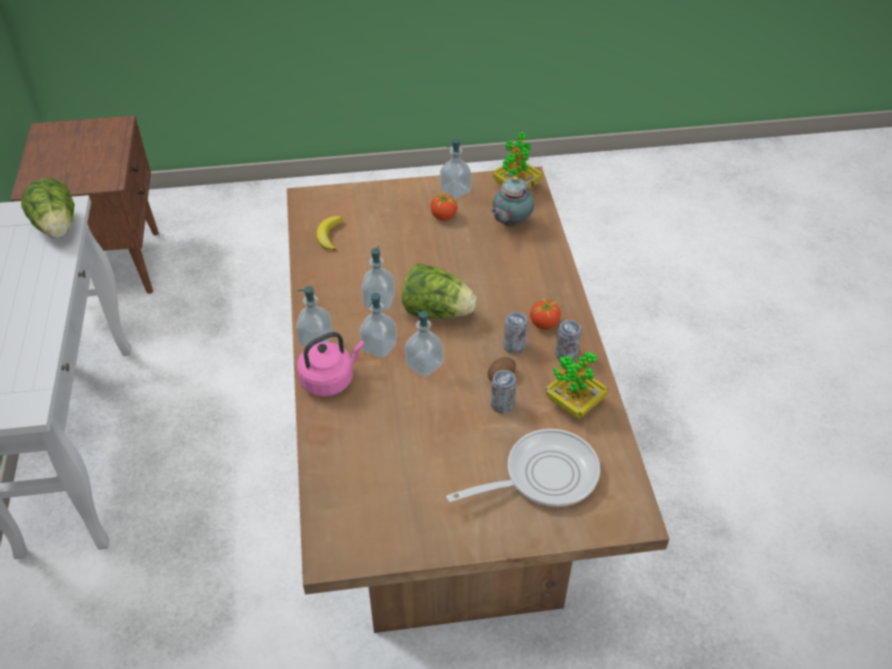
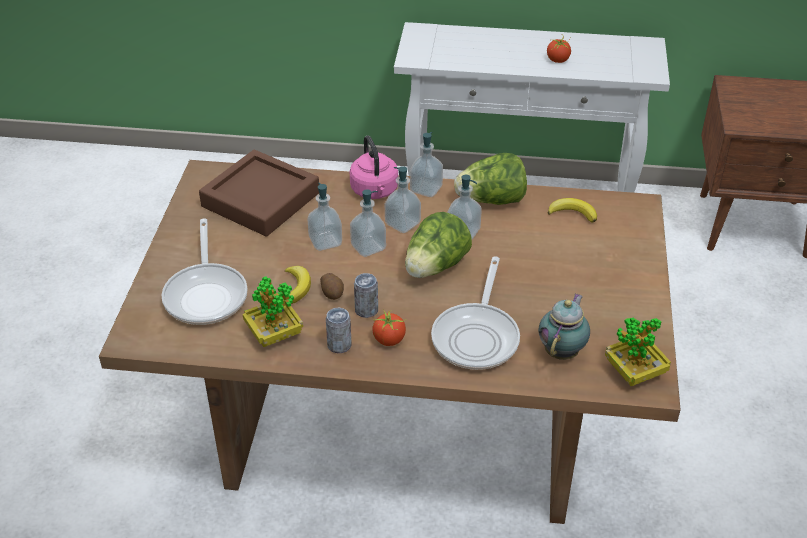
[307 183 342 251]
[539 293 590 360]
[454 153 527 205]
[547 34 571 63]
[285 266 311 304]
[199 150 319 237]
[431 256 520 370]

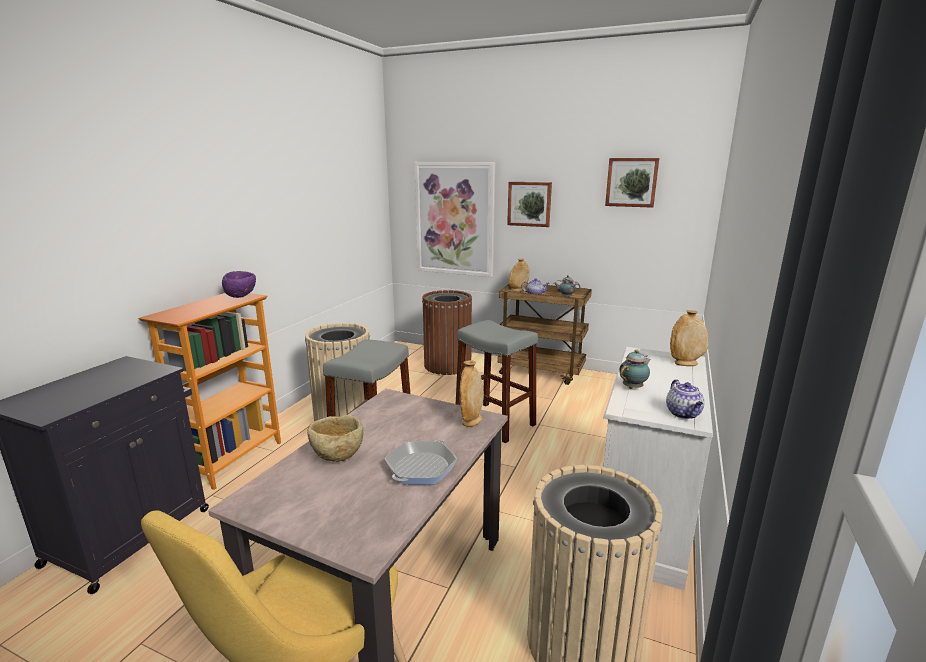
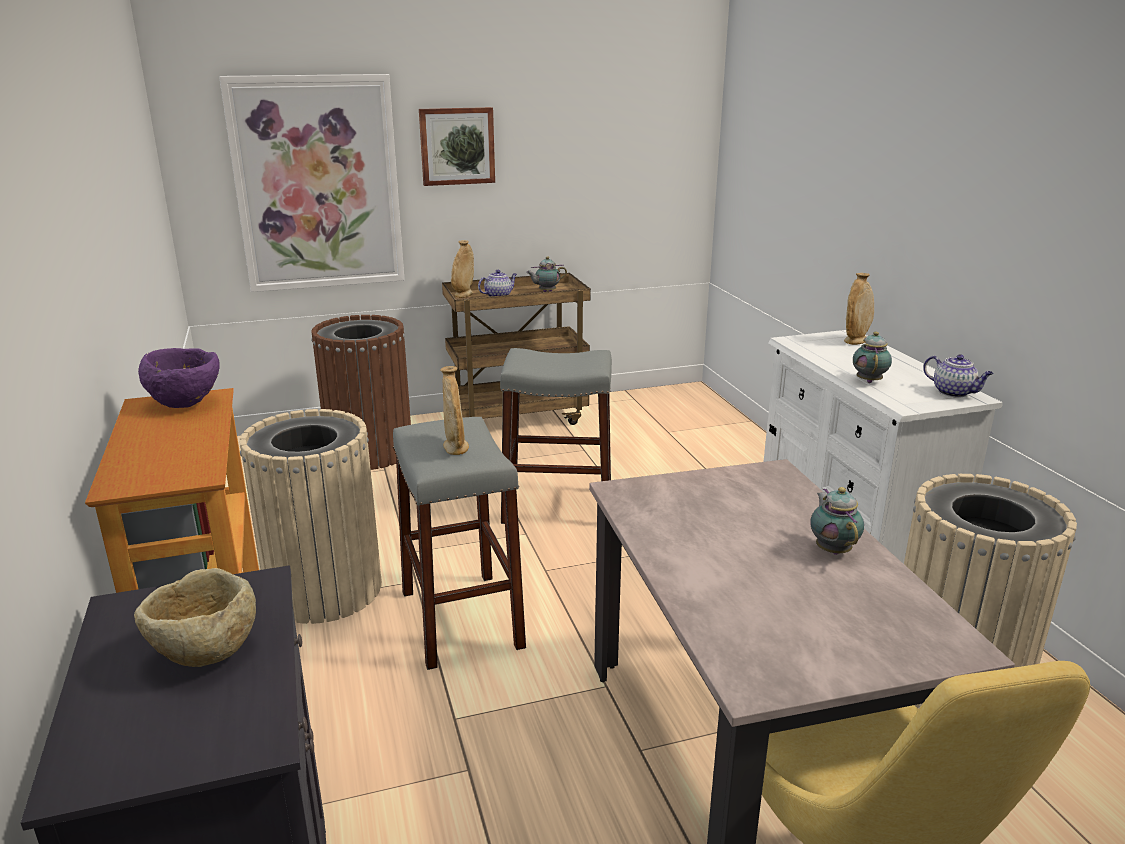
[605 158 659 208] (first image)
[440 366 469 455]
[134 568 256 667]
[810 487 864 555]

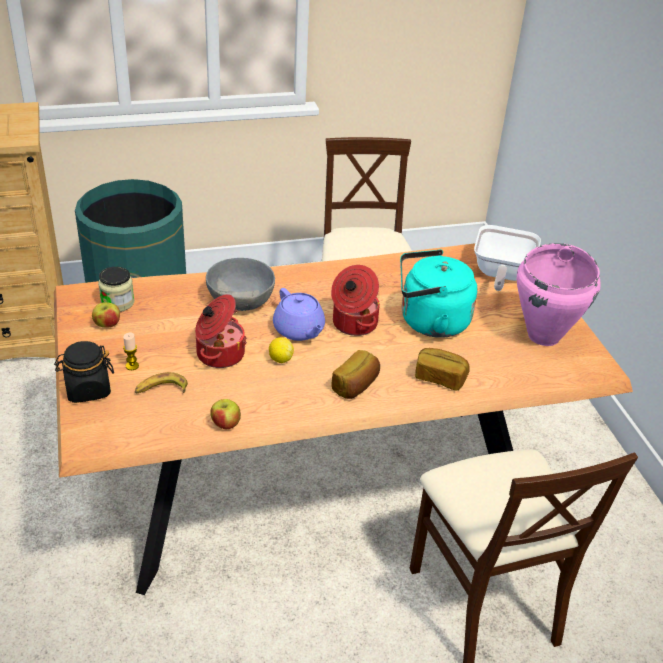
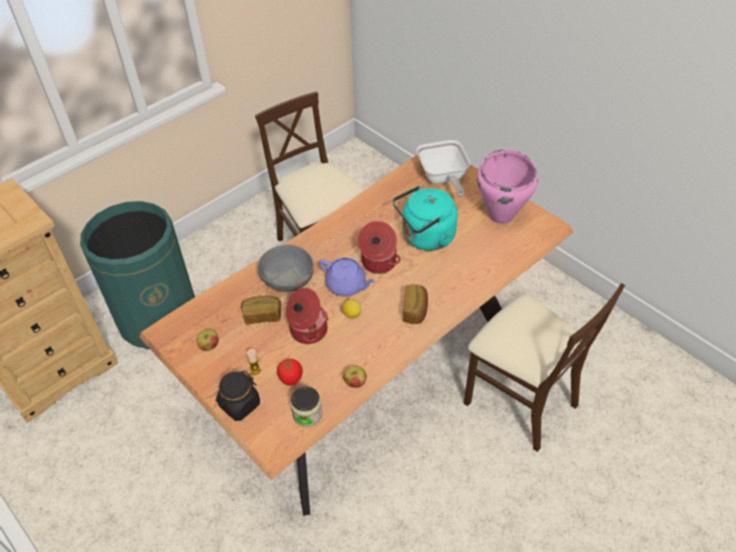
[290 387 322 427]
[241 296 281 325]
[277 359 303 386]

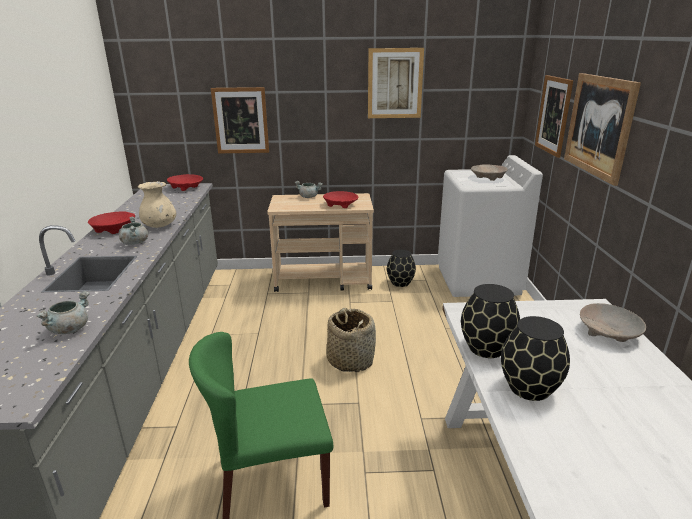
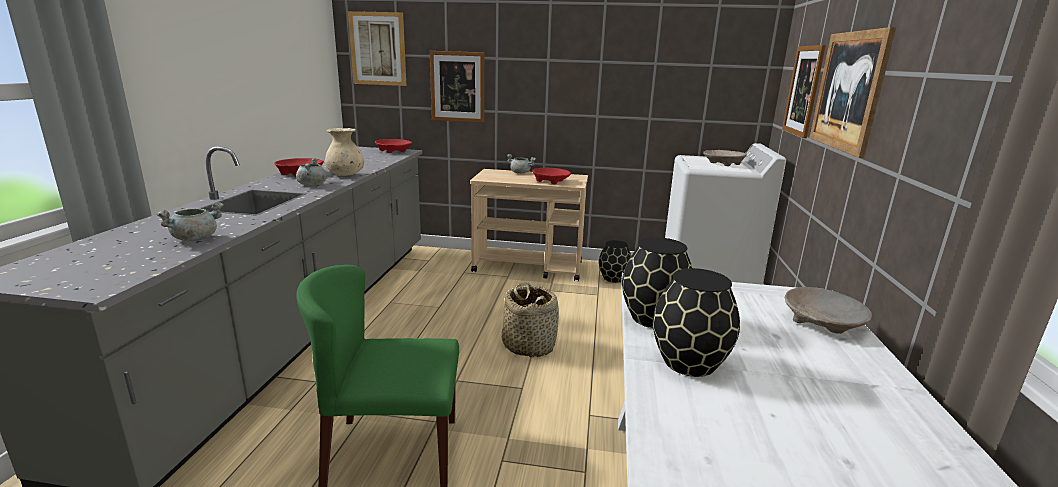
[348 11 406 86]

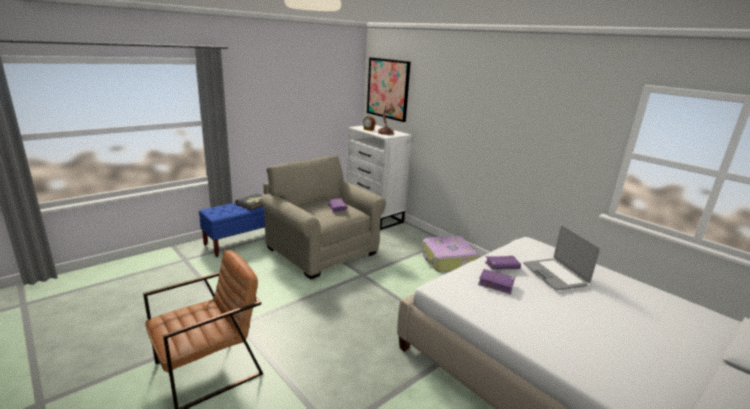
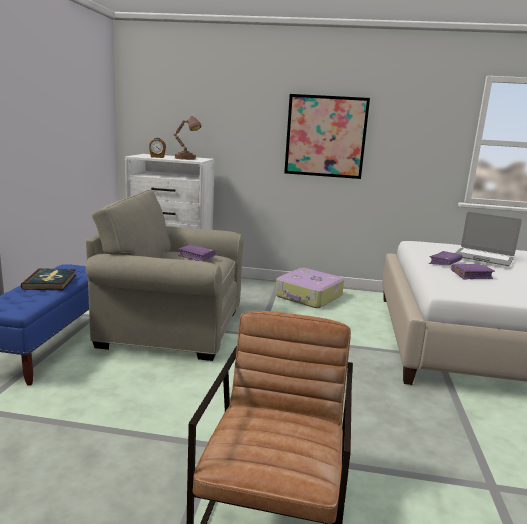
[284 94 370 179]

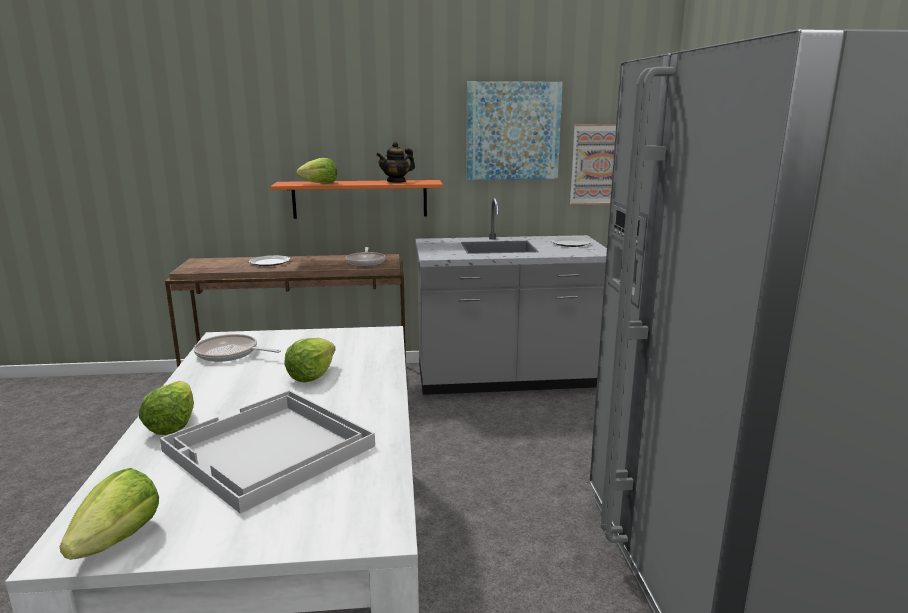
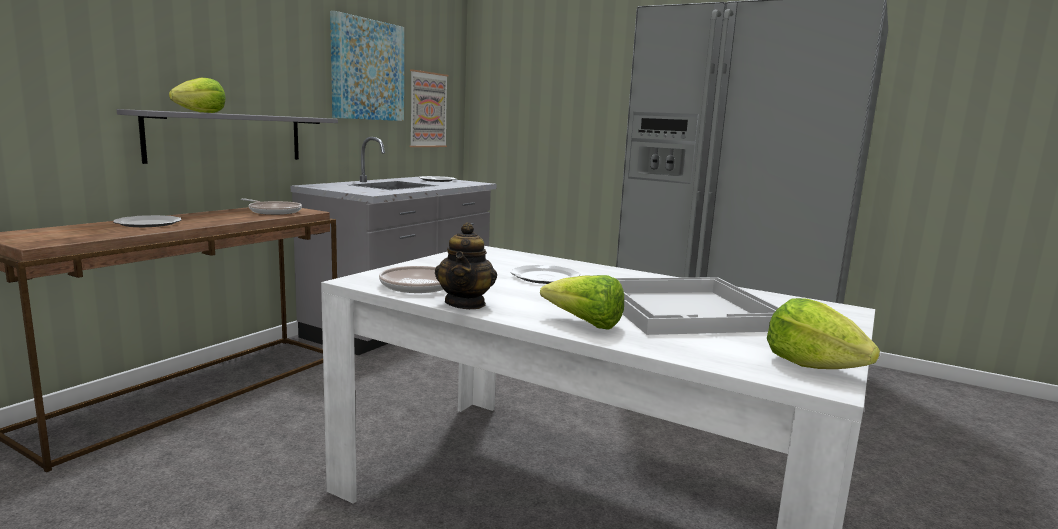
[435 222 497 309]
[117 109 338 164]
[511 265 581 284]

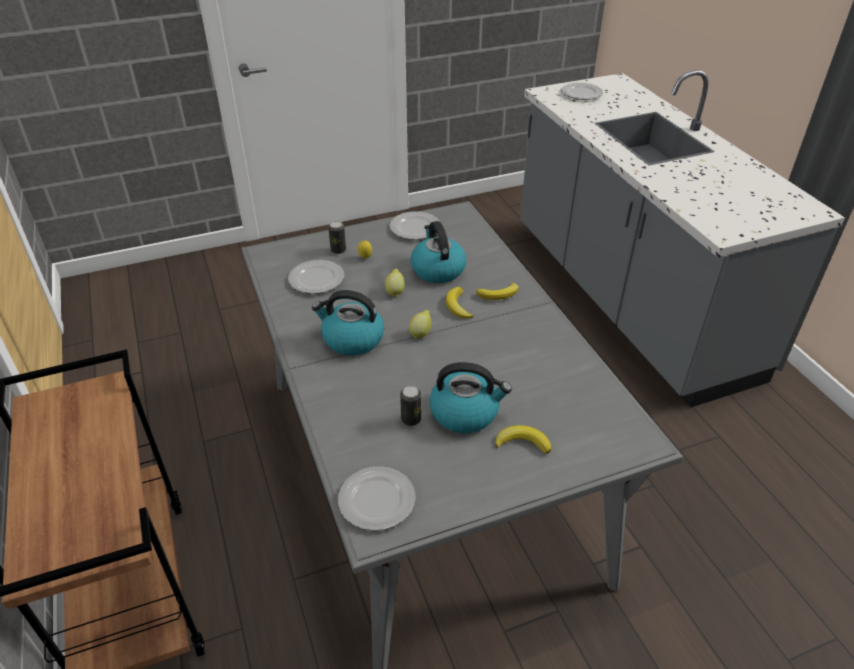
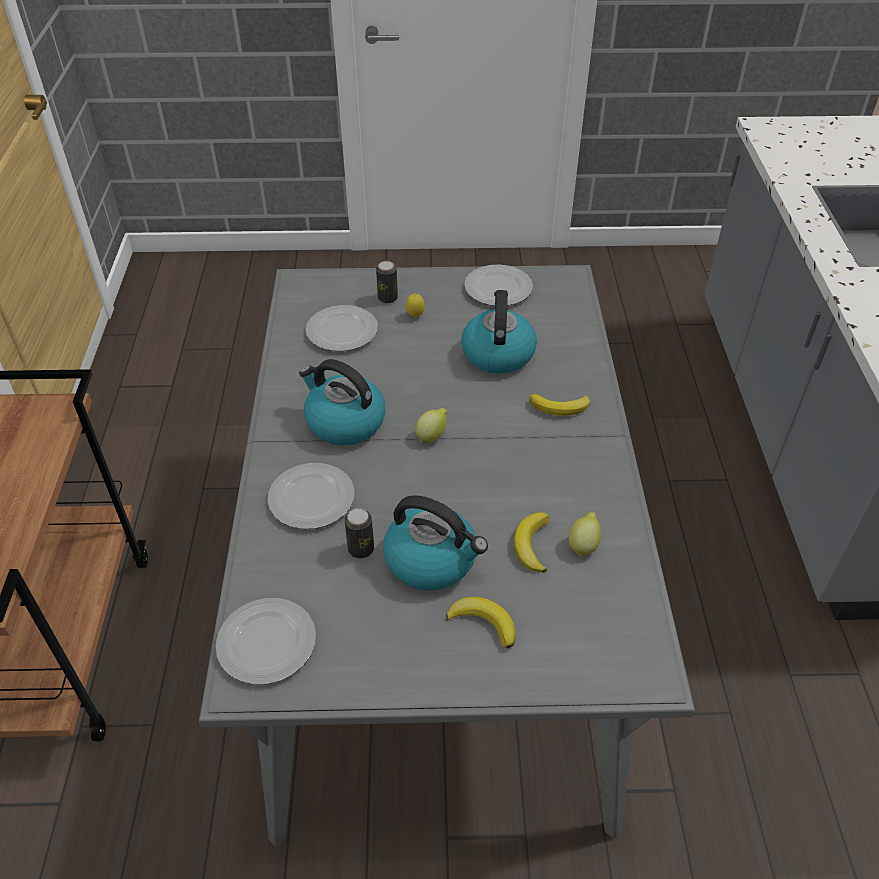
[267 463 354 529]
[569 512 601 558]
[514 512 550 573]

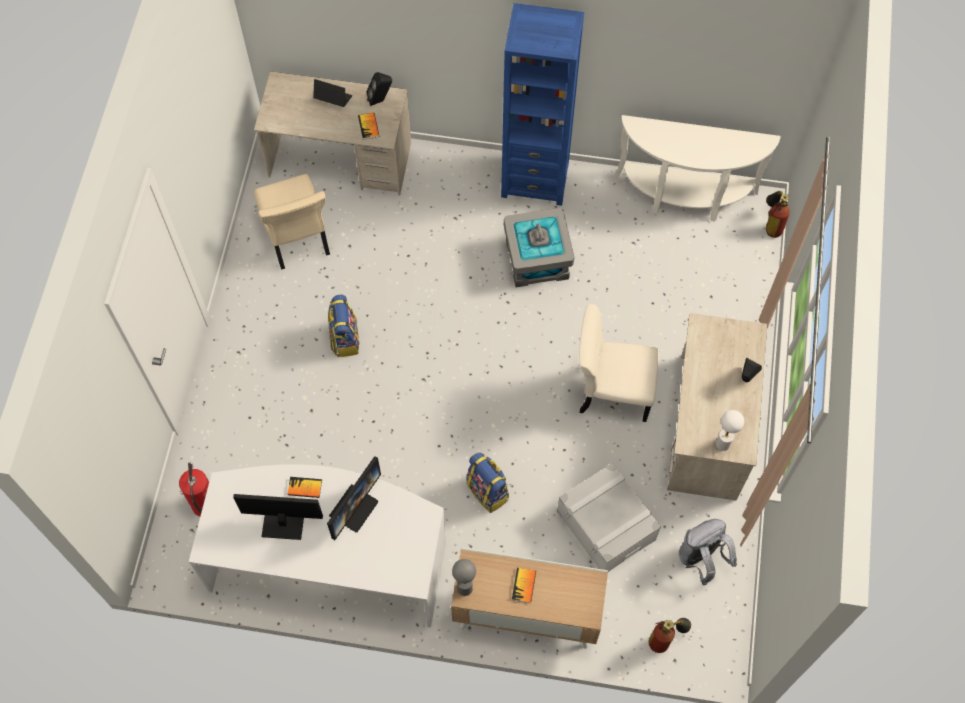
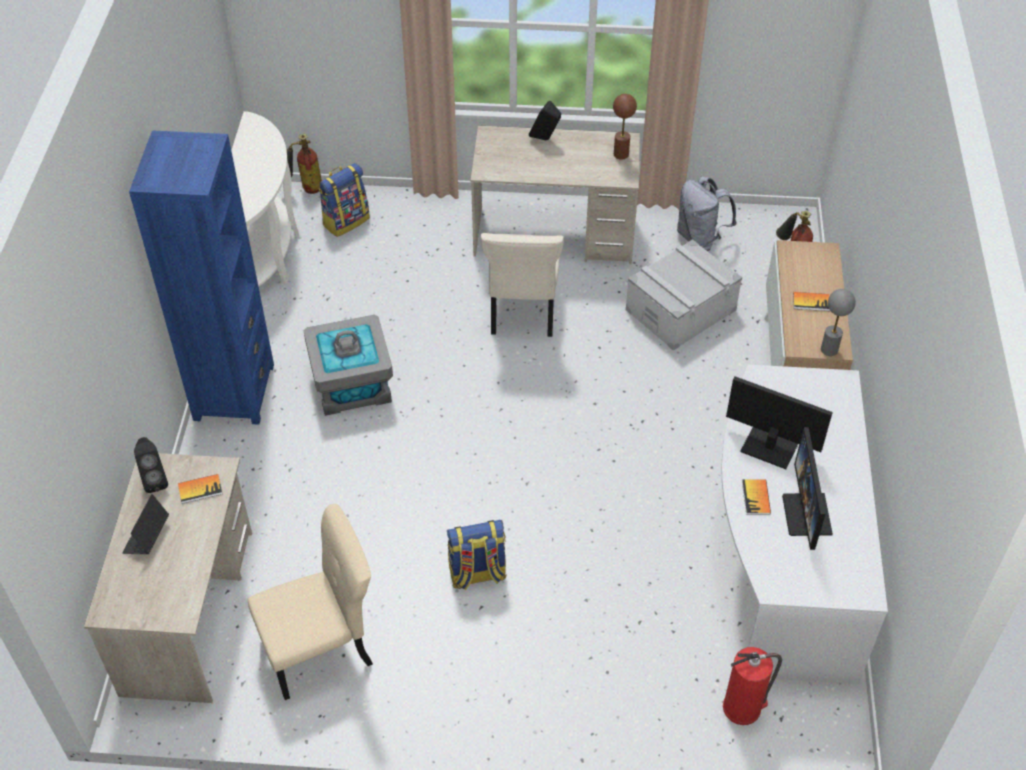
[613 94 637 160]
[319 163 370 237]

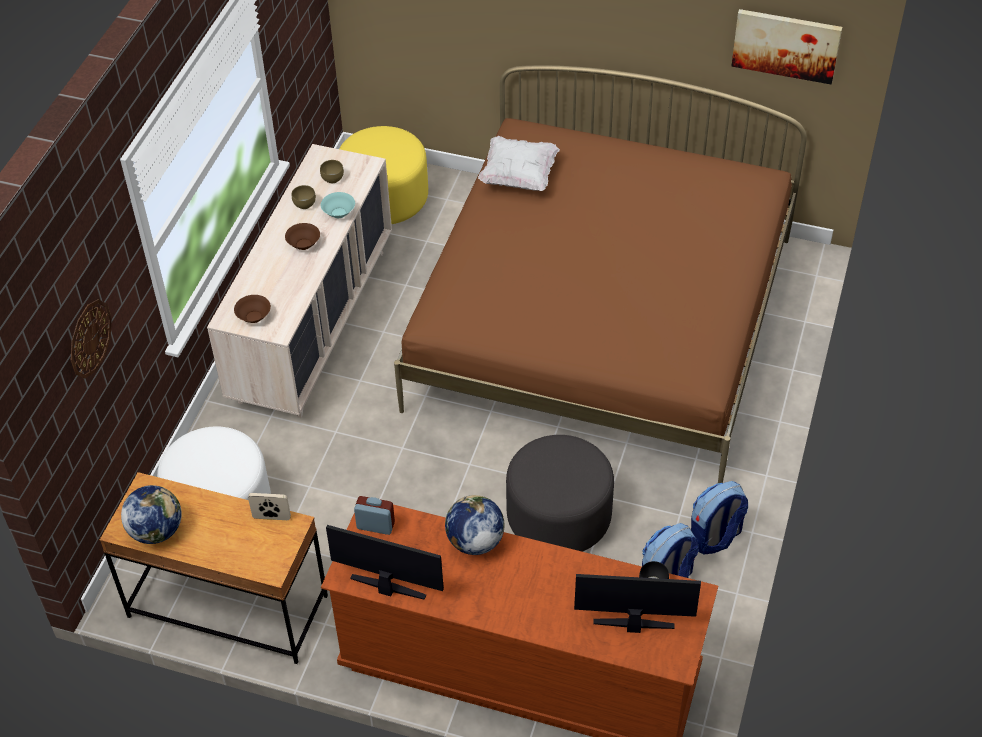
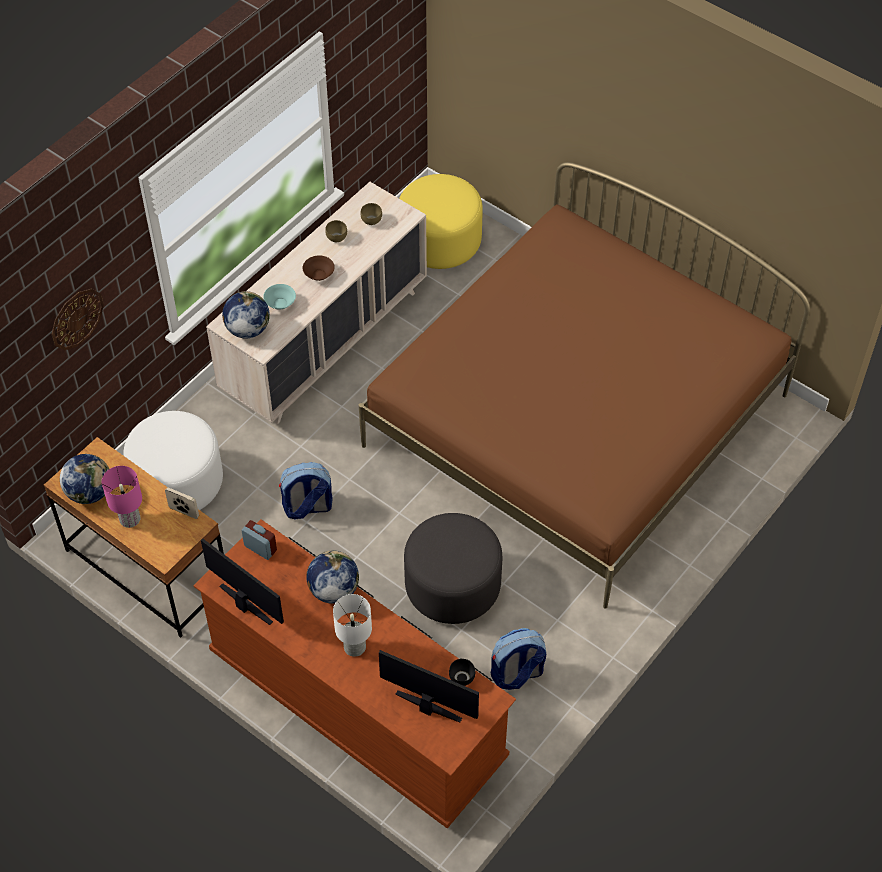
[732 9 842 84] (first image)
[478 136 560 191] (first image)
[263 284 296 309]
[222 291 270 339]
[279 462 333 519]
[102 466 142 528]
[333 594 372 657]

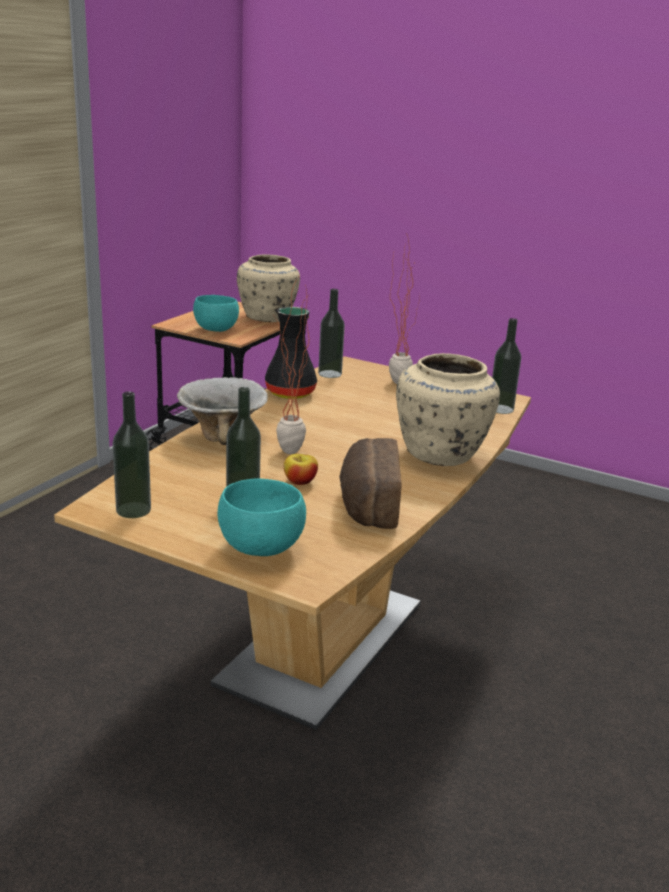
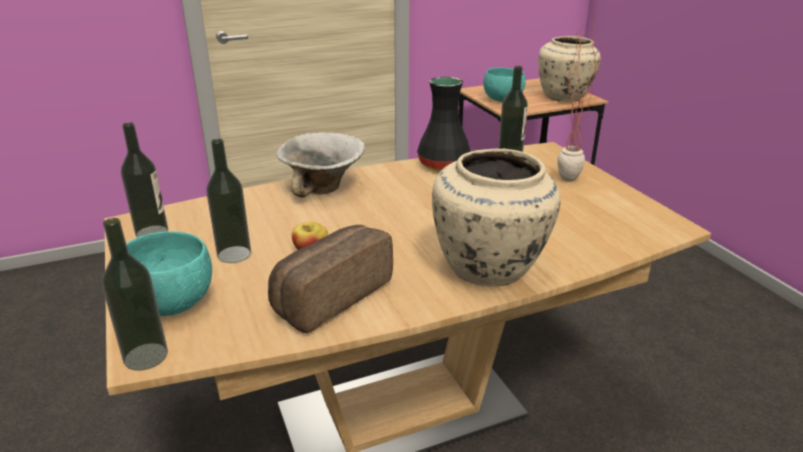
[274 278 309 454] (first image)
[102 218 168 371]

